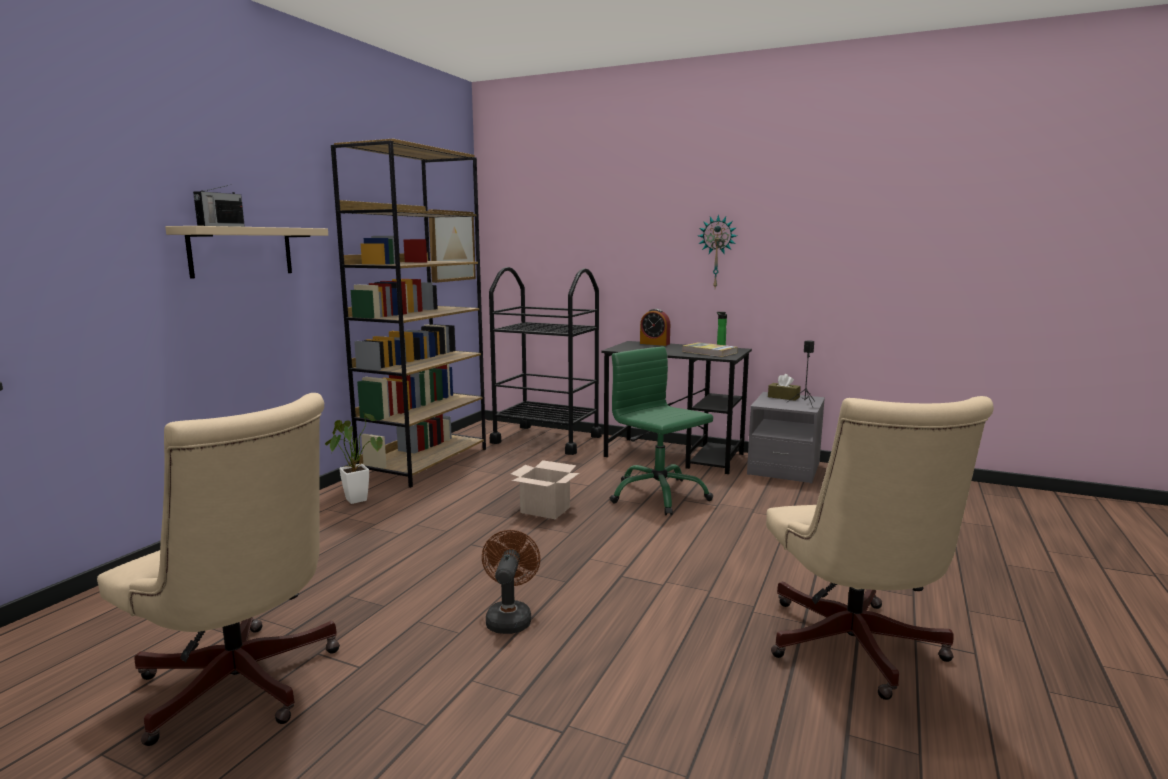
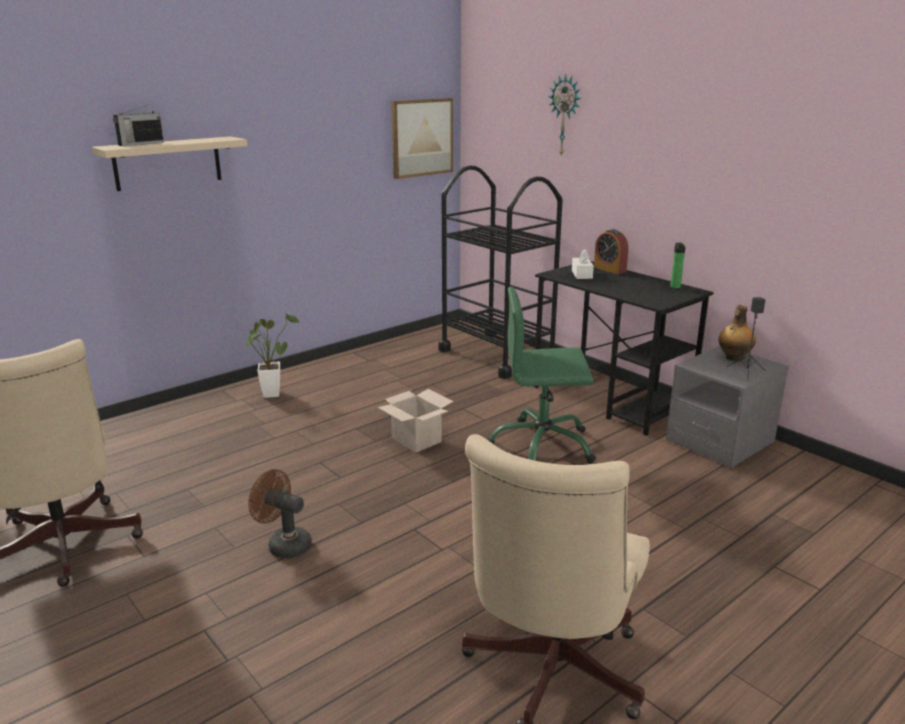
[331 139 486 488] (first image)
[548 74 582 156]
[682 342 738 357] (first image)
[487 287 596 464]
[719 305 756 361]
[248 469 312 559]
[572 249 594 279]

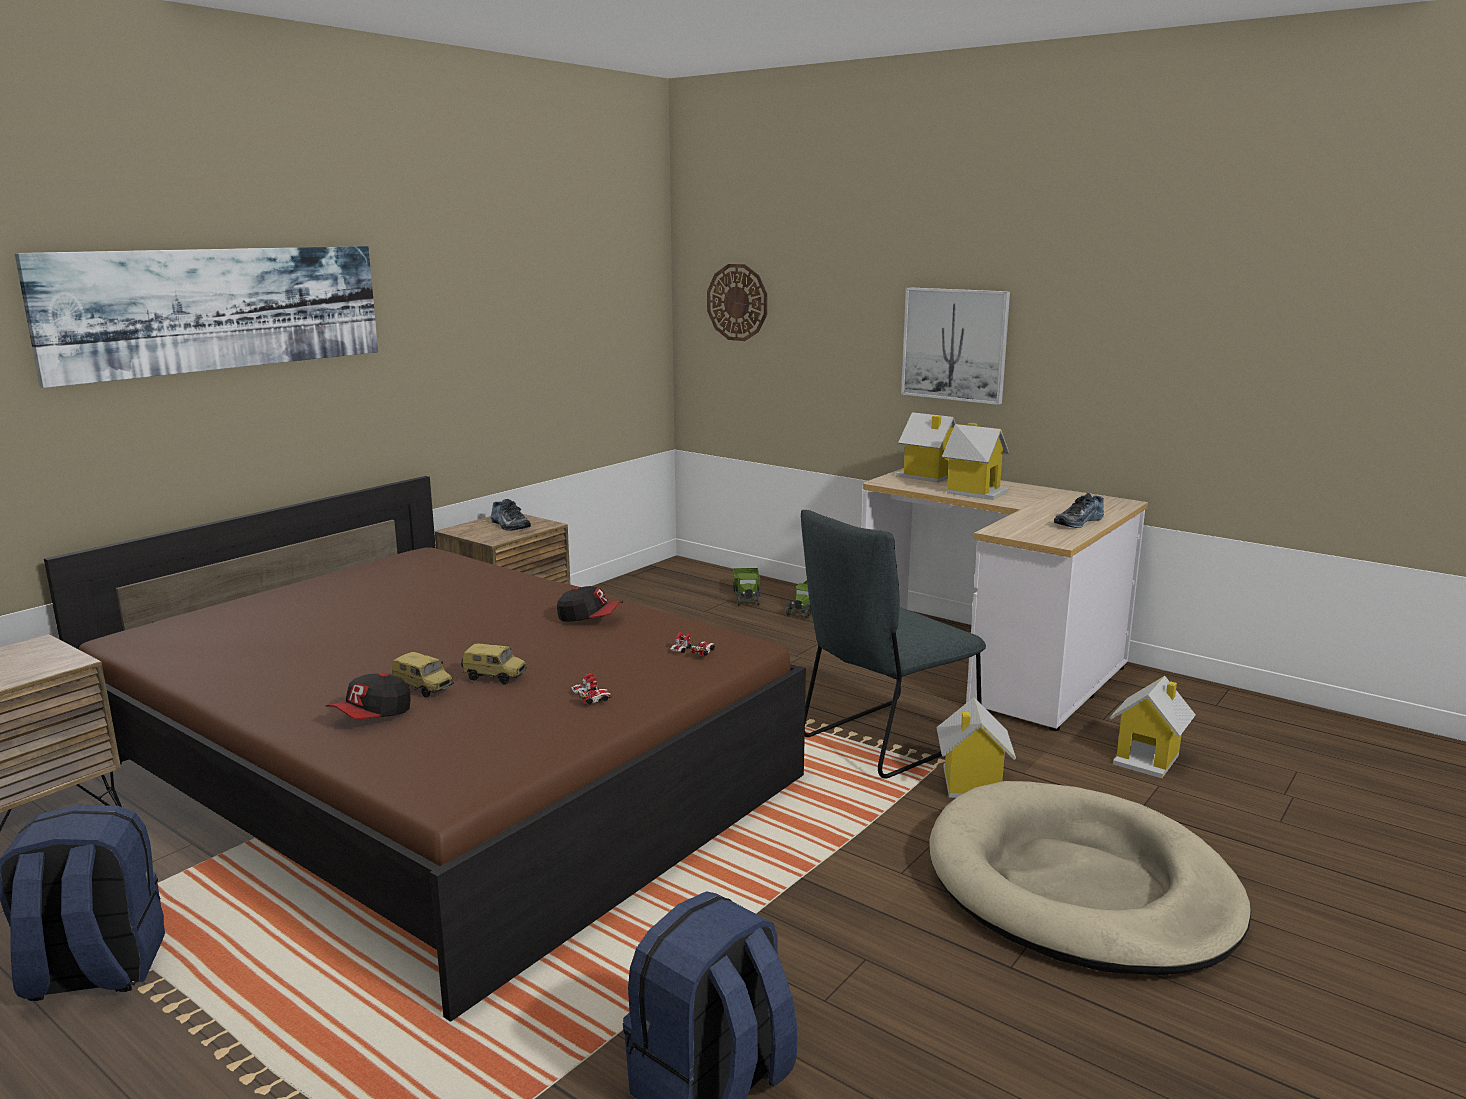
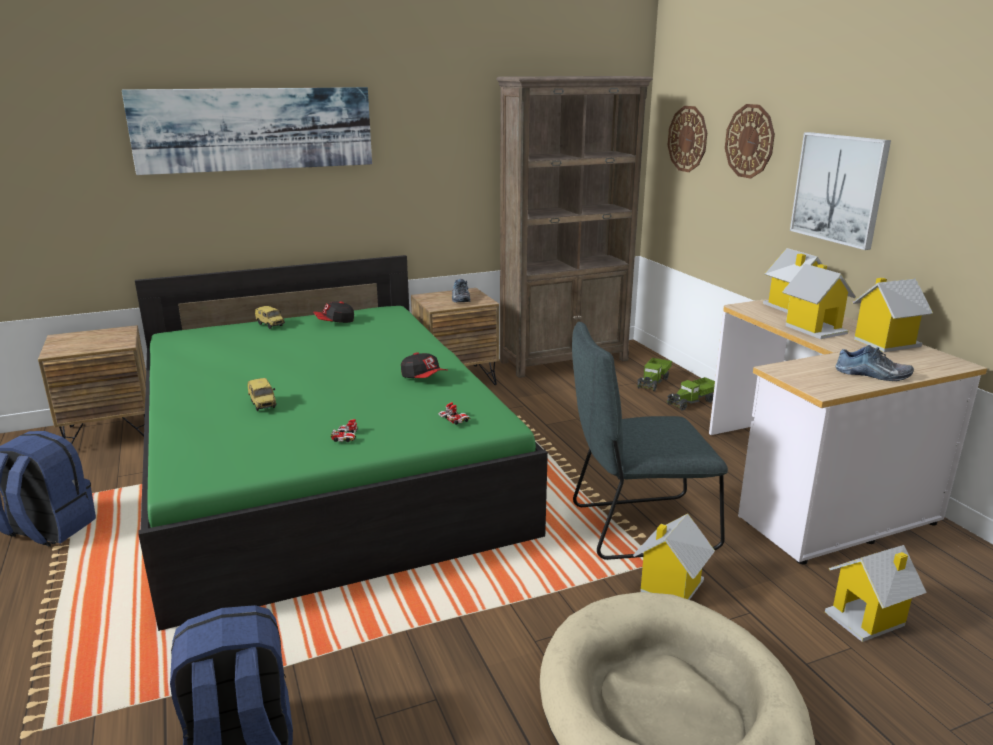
[135 255 548 631]
[835 345 914 381]
[255 306 285 329]
[313 301 354 323]
[496 76 653 378]
[725 104 775 179]
[852 278 933 352]

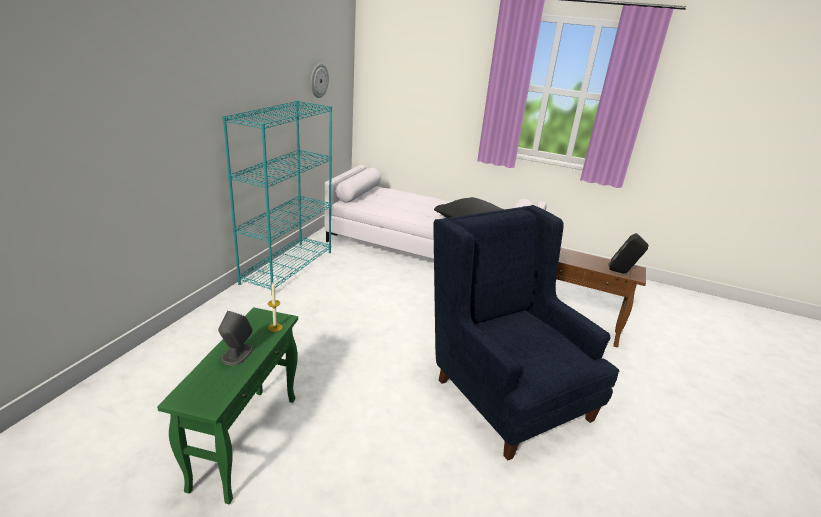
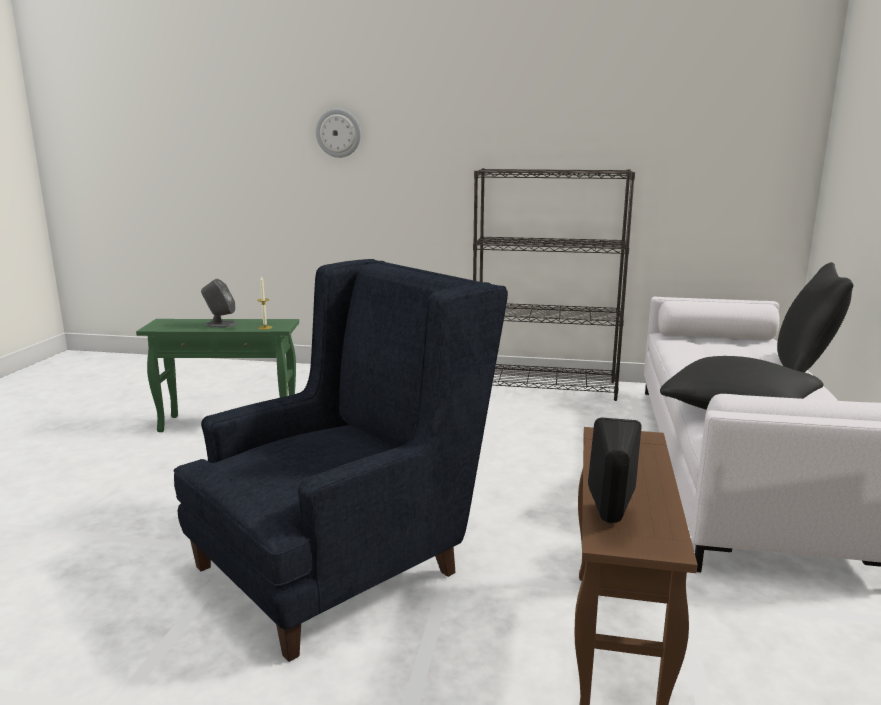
[316 109 361 158]
[473 168 635 401]
[777 262 853 373]

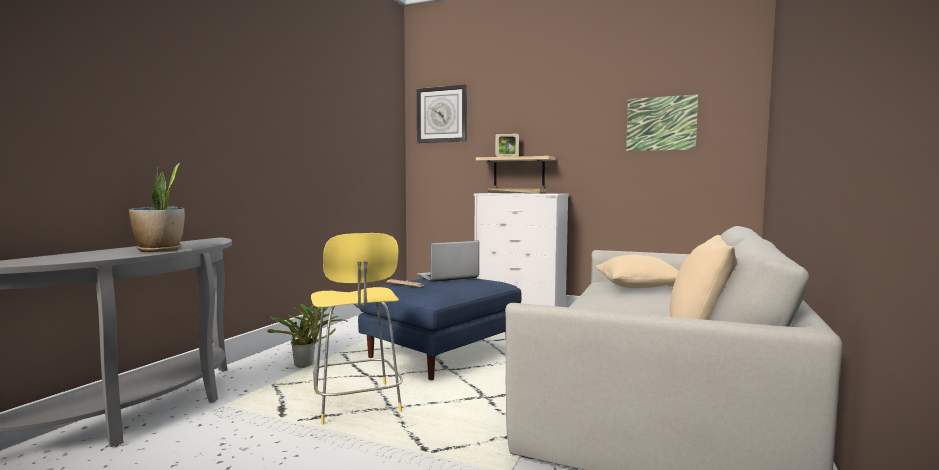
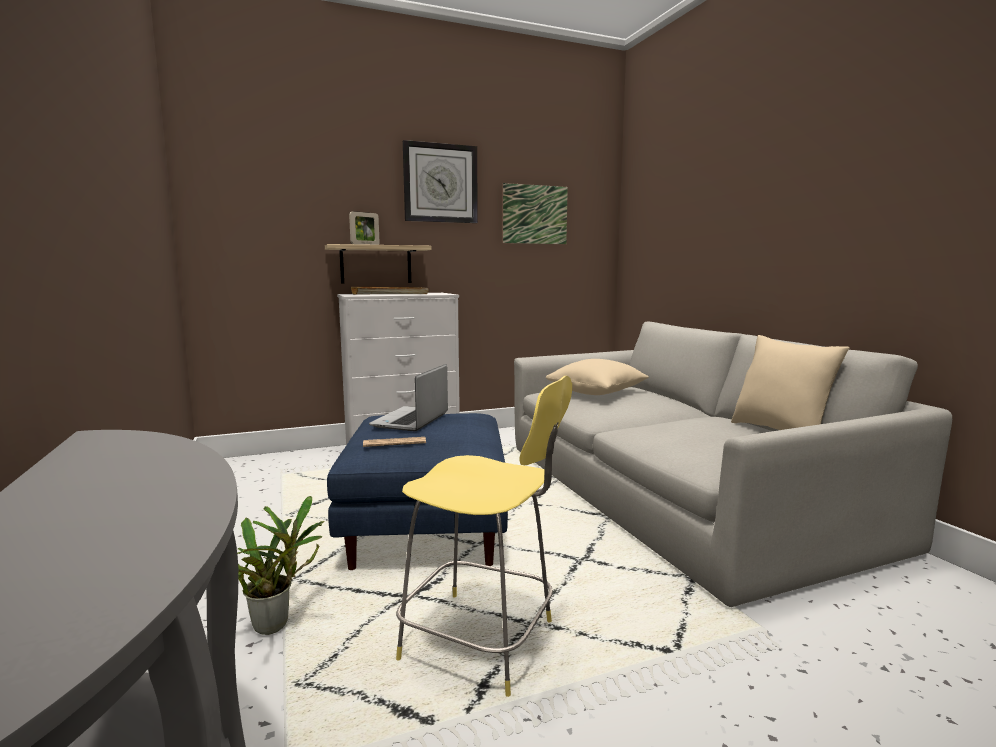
[403 140 478 223]
[129 163 185 252] (first image)

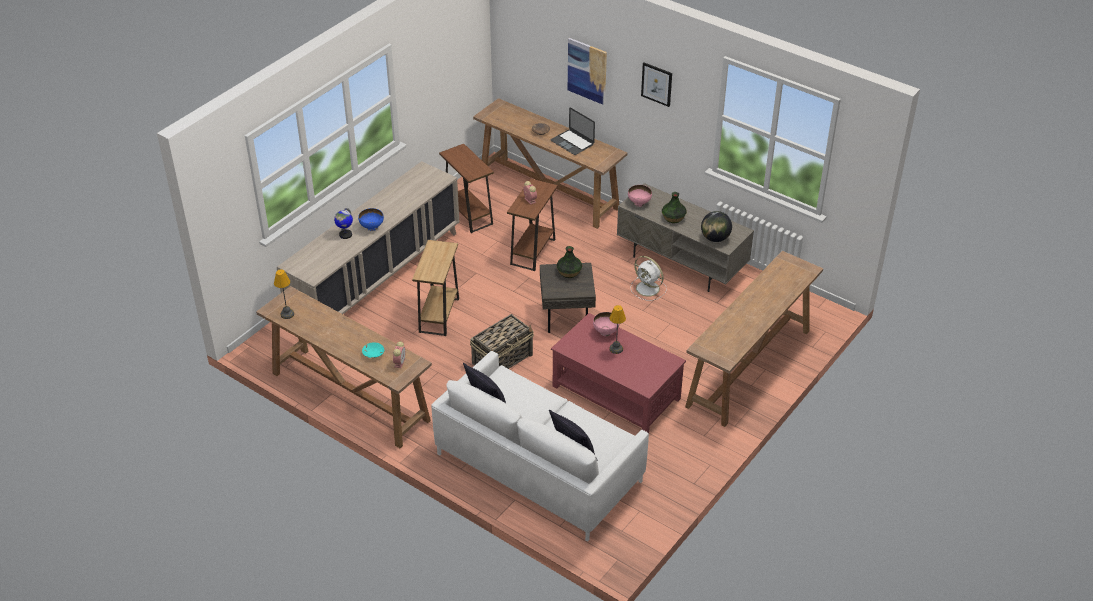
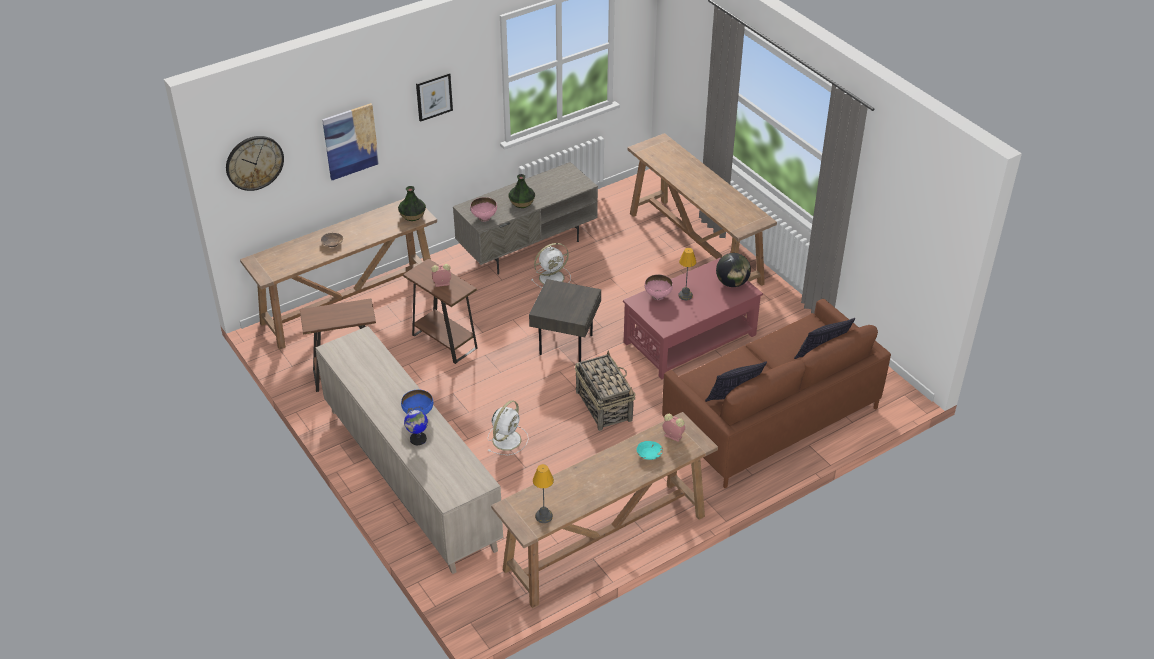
[550 107 595 155] (first image)
[716 253 751 287]
[488 400 529 455]
[398 186 426 221]
[662 299 891 488]
[226 136 284 191]

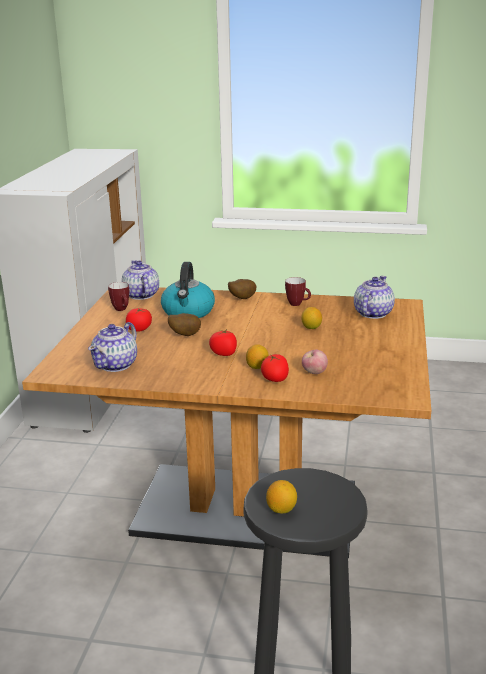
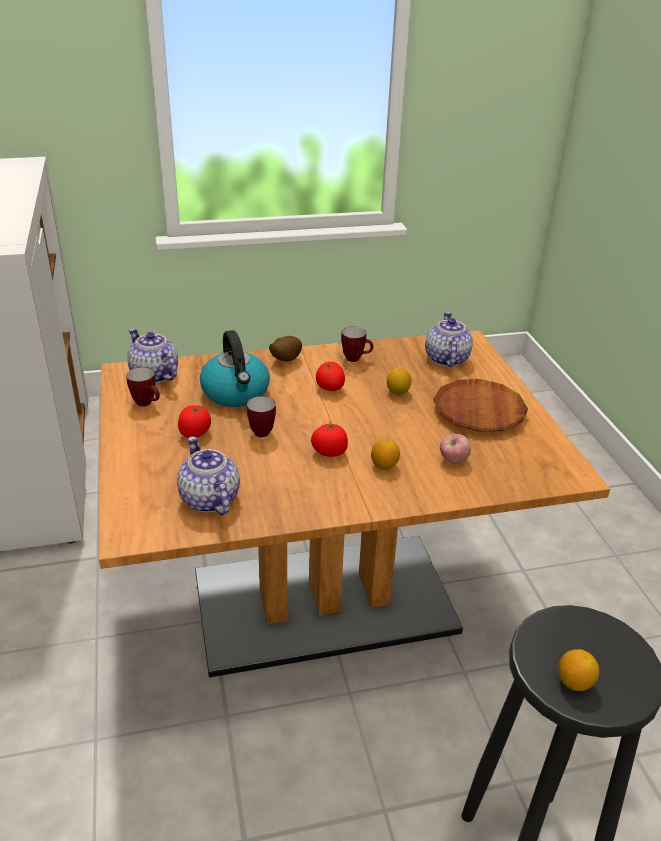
[247 396 276 438]
[177 436 240 515]
[316 362 345 391]
[433 379 528 432]

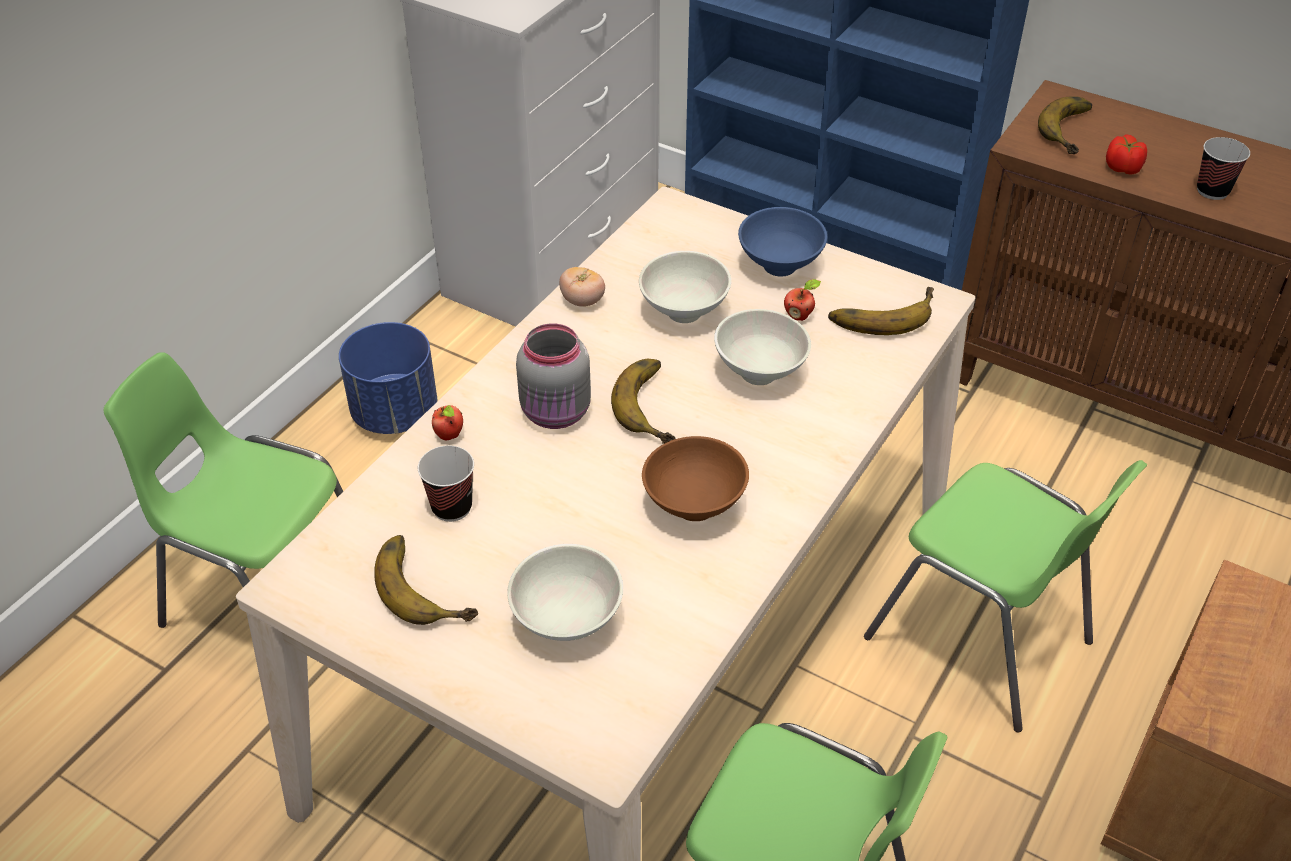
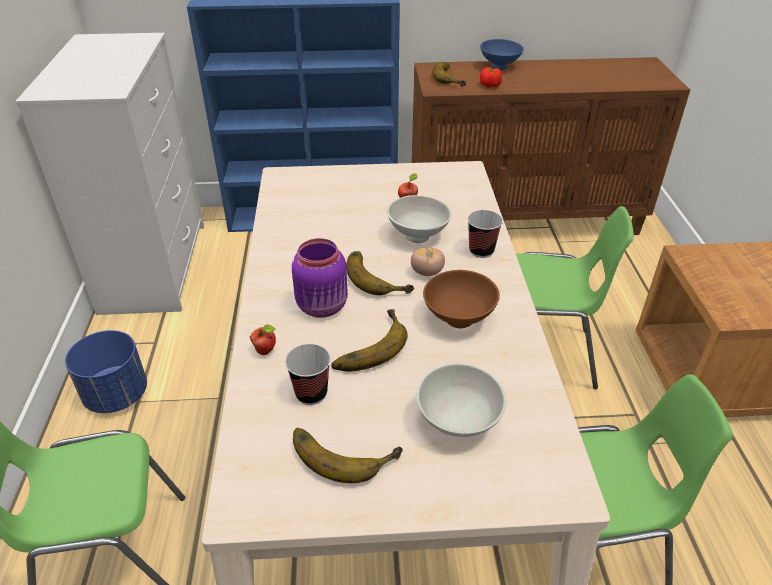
[468 210 503 258]
[480 39 524 70]
[639 251 731 323] (first image)
[411 248 445 276]
[331 309 408 371]
[292 238 348 318]

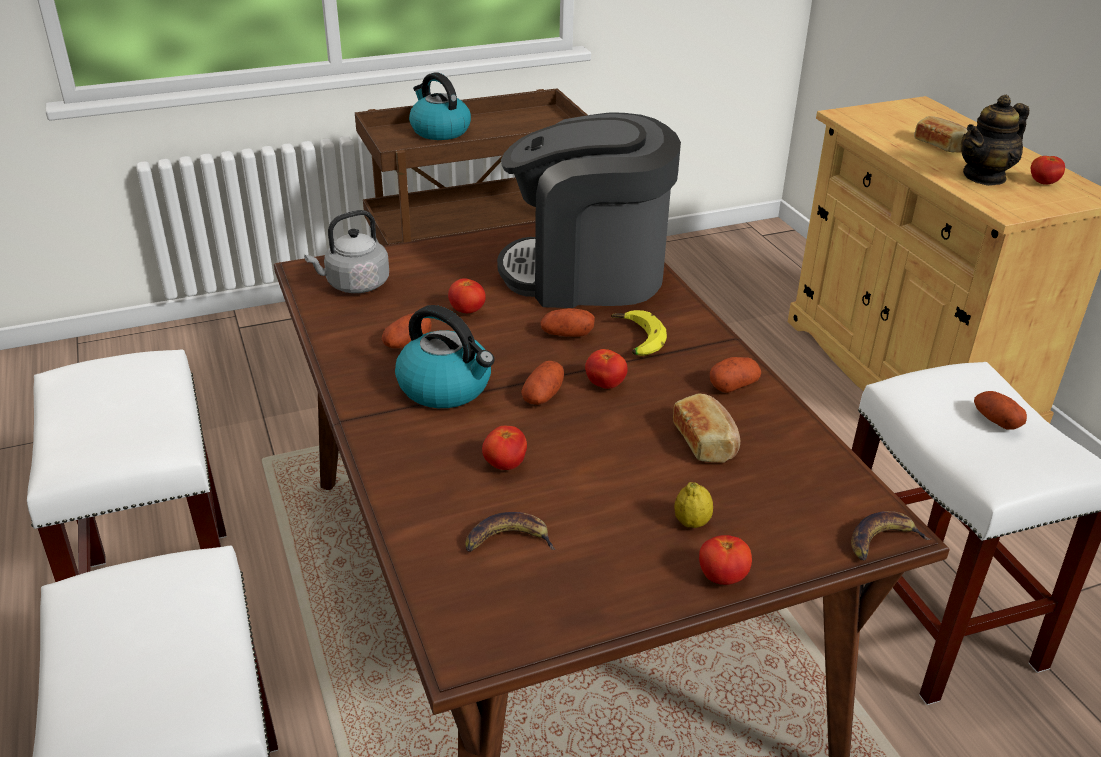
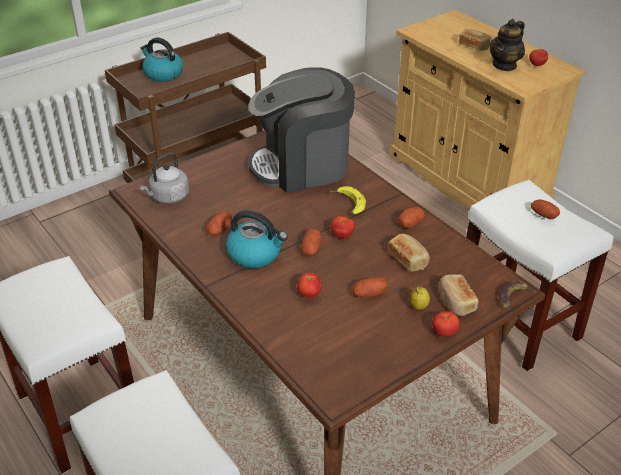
[448 278 486 313] (first image)
[352 277 388 297]
[465 512 555 552] (first image)
[439 274 478 316]

